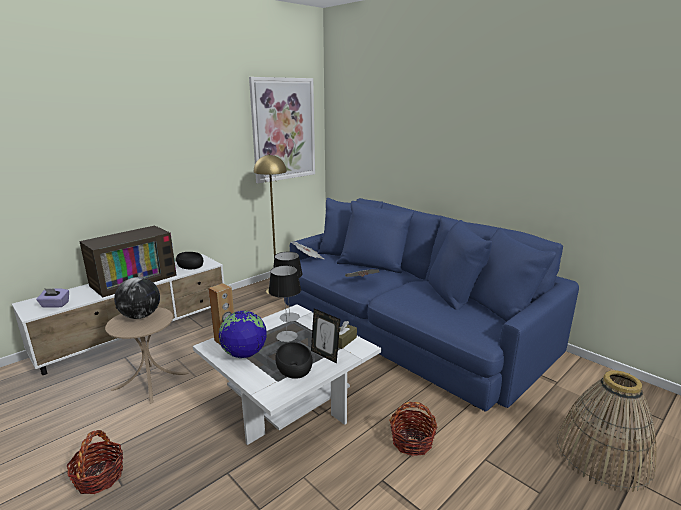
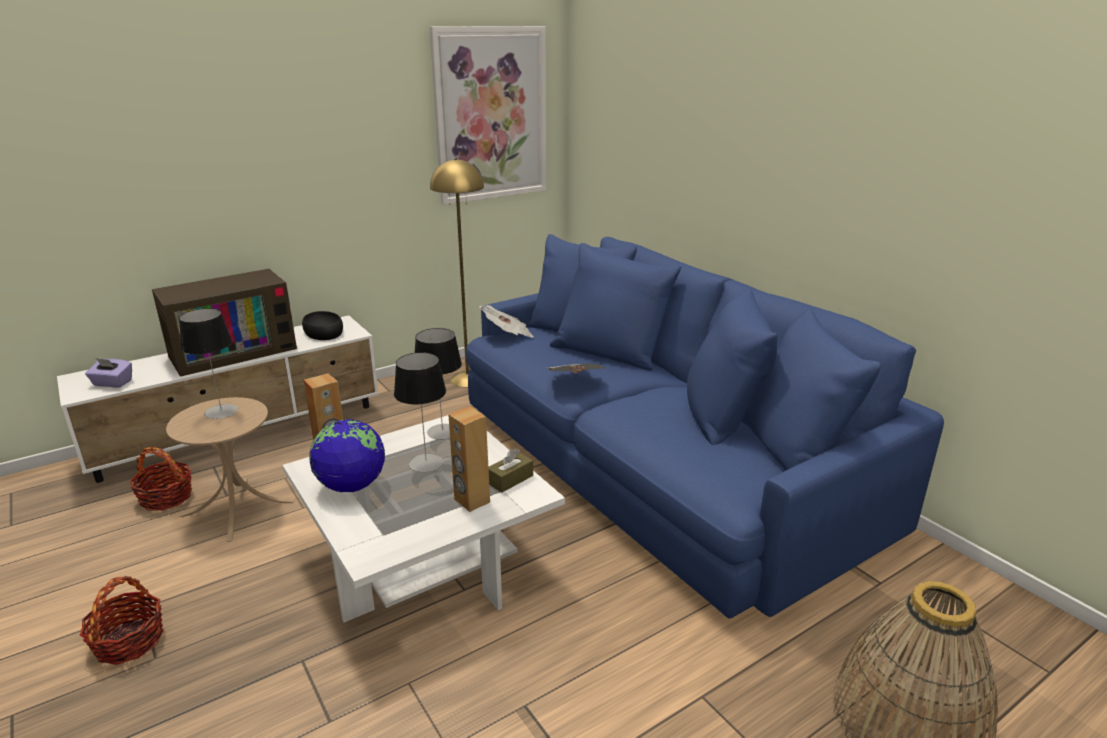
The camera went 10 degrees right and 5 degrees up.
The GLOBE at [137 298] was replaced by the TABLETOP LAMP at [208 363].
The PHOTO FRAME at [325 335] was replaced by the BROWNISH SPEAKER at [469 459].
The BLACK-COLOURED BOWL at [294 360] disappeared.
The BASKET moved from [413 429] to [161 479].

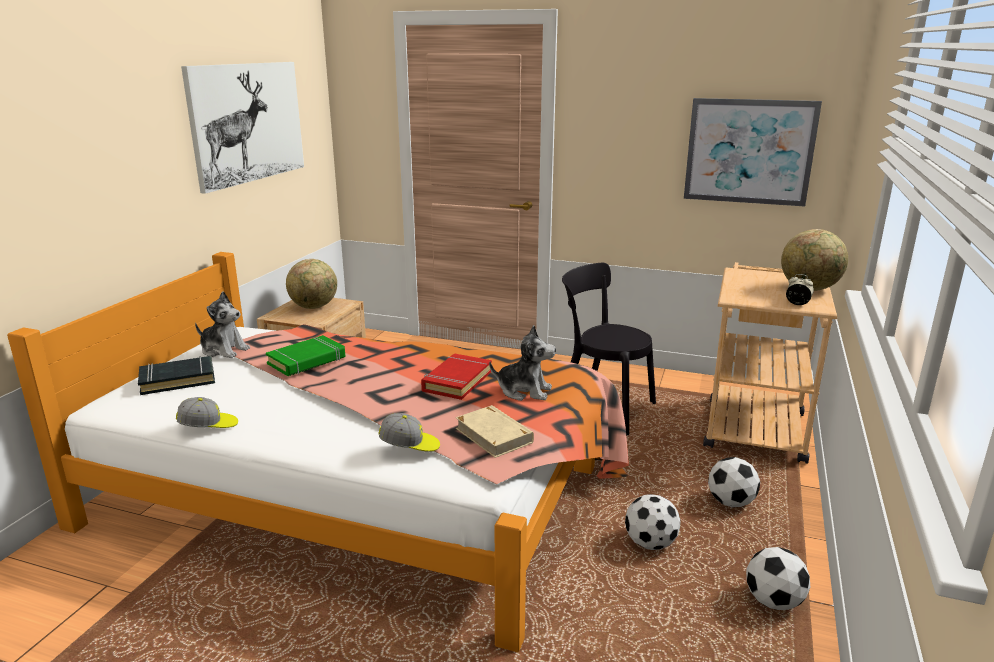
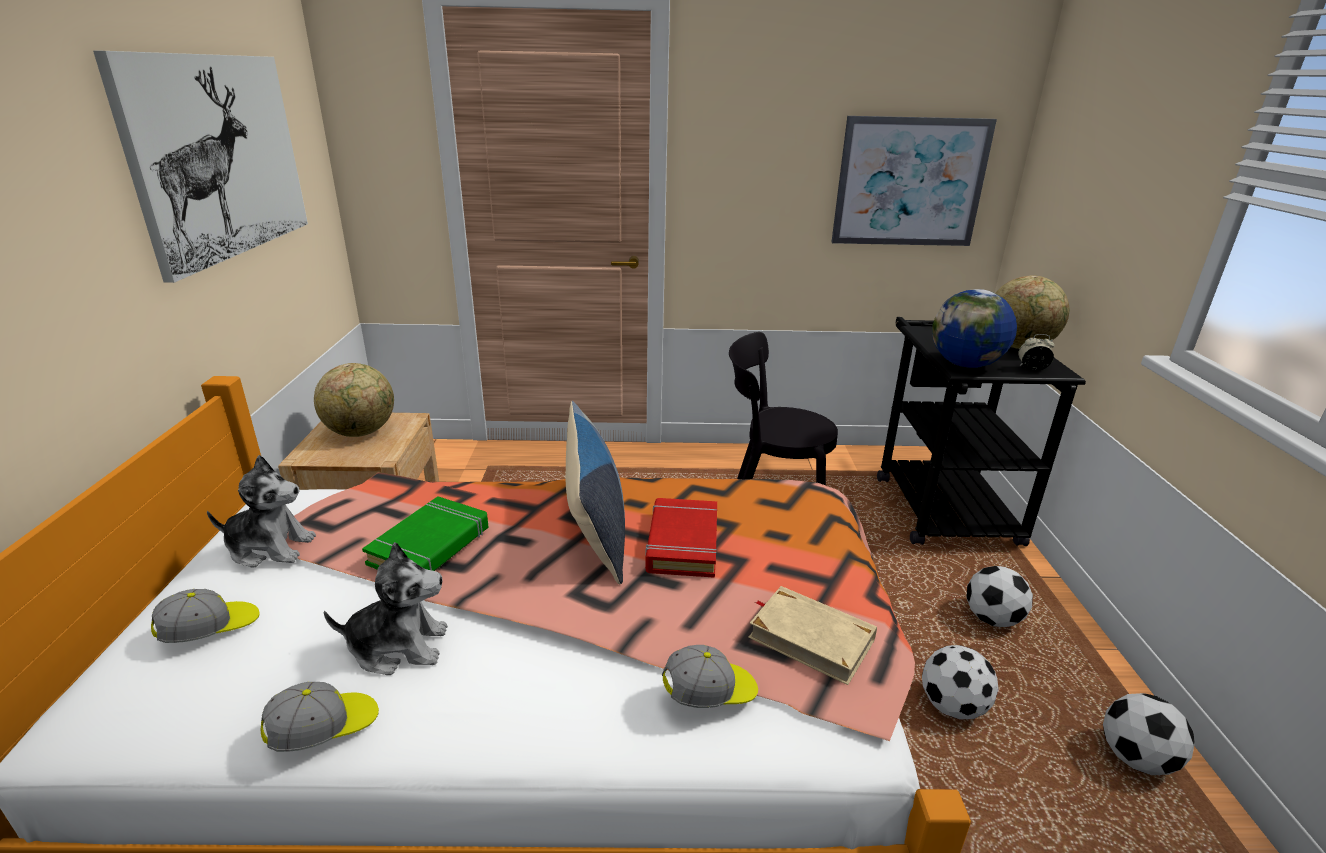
The camera went 20 degrees left and 5 degrees up.
The BEIGE TROLLEY at [770 363] became the BLACK-COLOURED TROLLEY at [981 431].
The CUDDLY TOY moved from [522 363] to [386 608].
The BLACK-COLOURED VOLUME at [176 375] was replaced by the PEAKED CAP at [205 616].
The GLOBE at [974 328] appeared.
The CUSHION at [595 492] appeared.

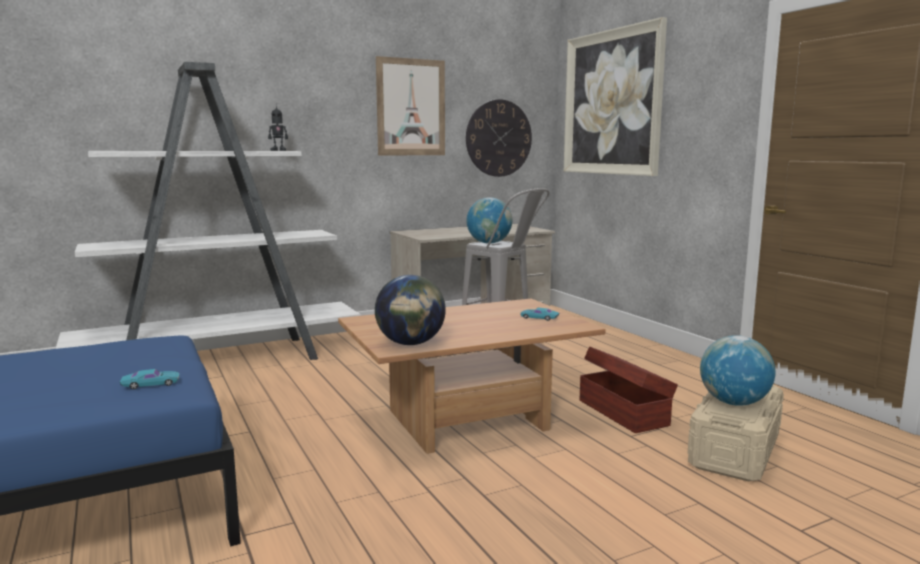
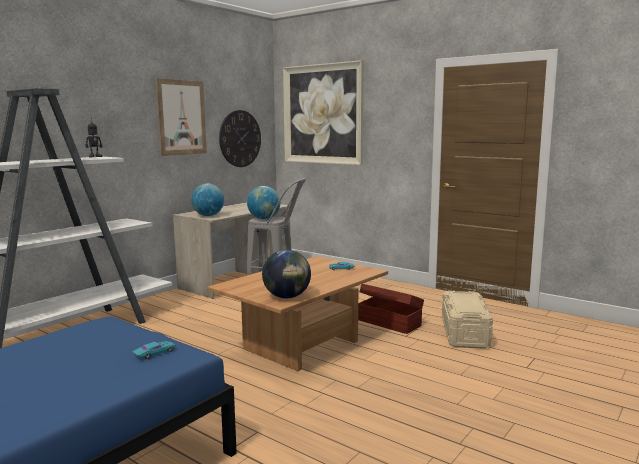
The camera went 25 degrees left and 0 degrees up.
The GLOBE moved from [737 370] to [207 199].

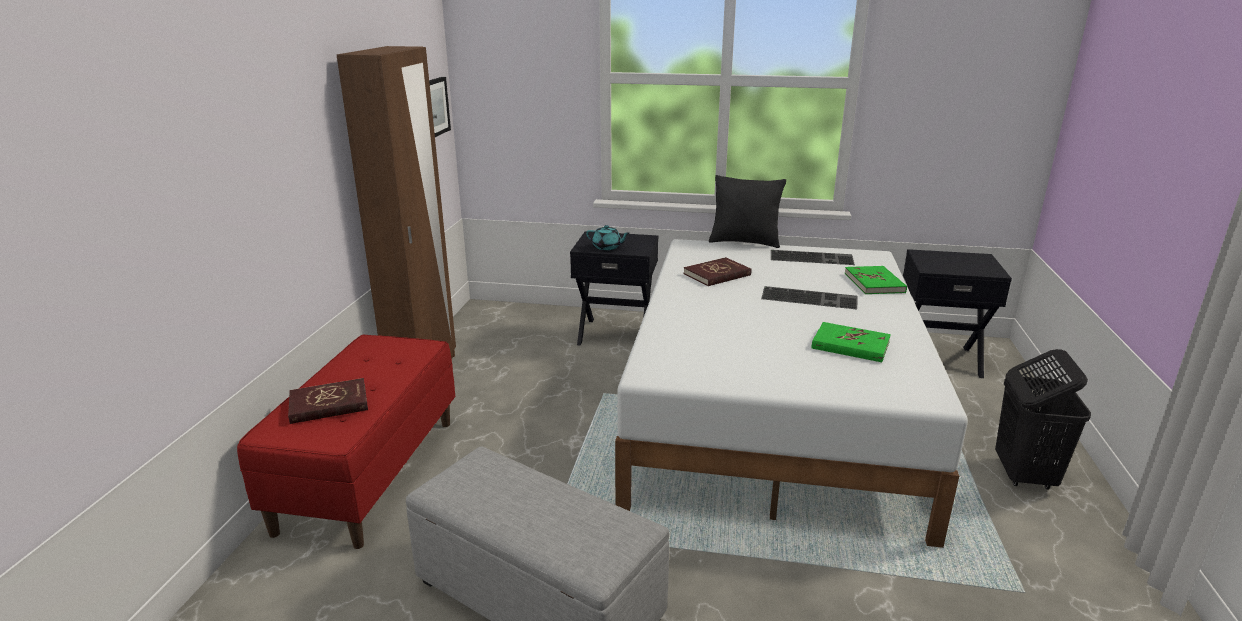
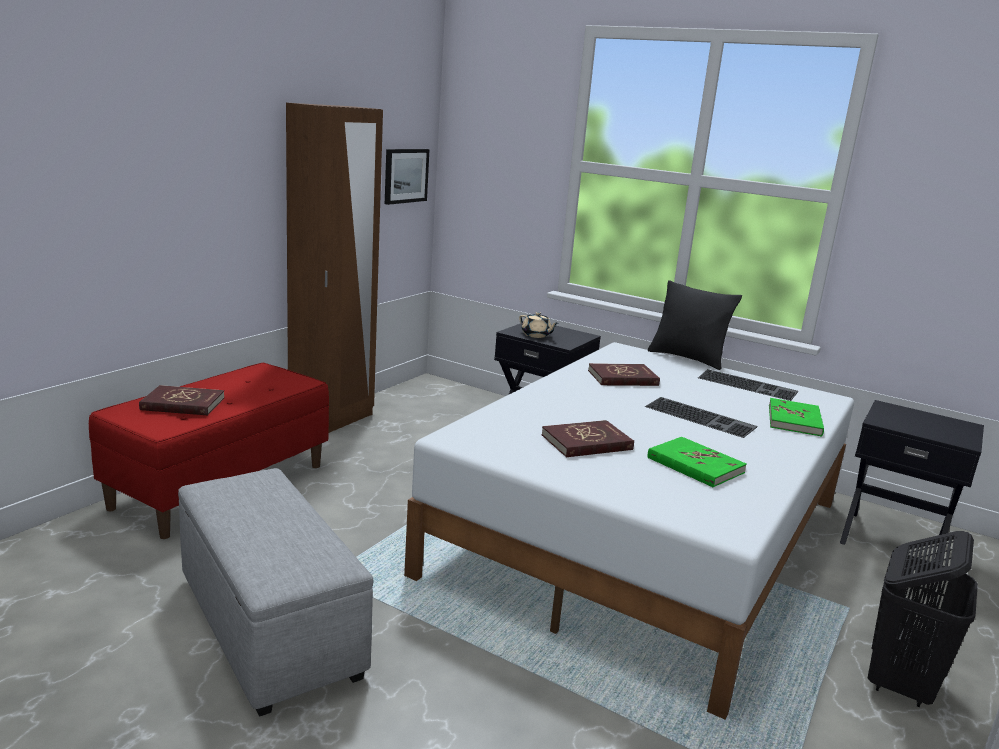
The camera went 20 degrees right and 5 degrees down.
The BLUE-GREEN TEA POT at [607 237] became the BEIGE TEA POT at [539 325].
The RED VOLUME at [588 438] appeared.

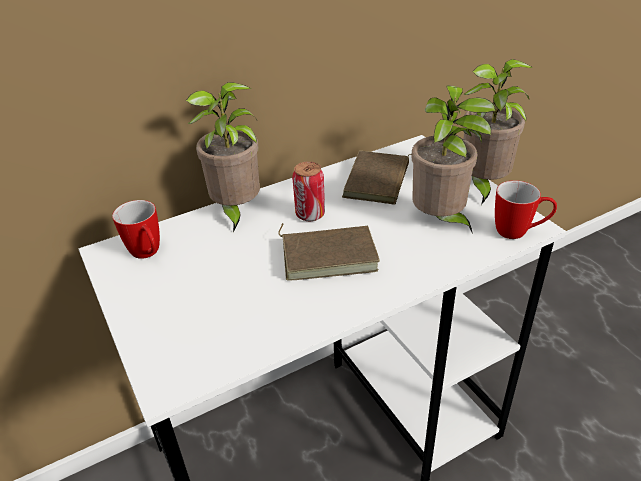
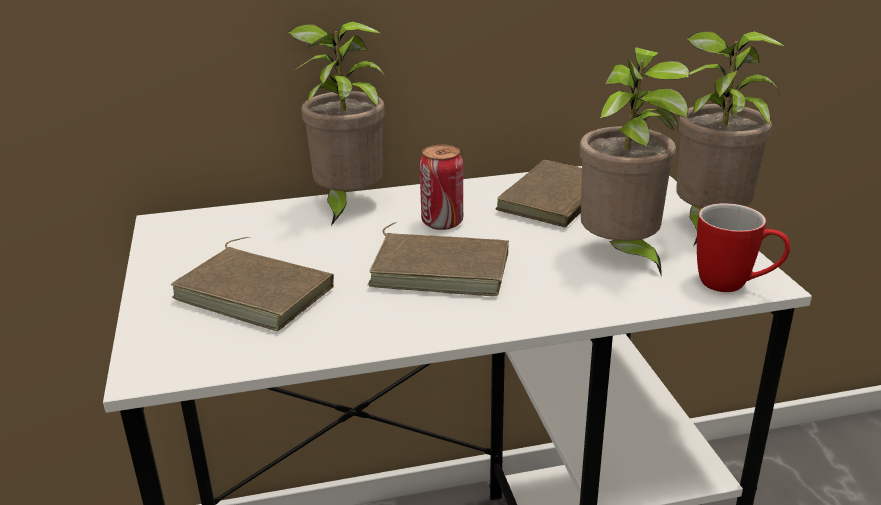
The camera went 15 degrees right and 10 degrees down.
The COFFEE MUG at [136 229] disappeared.
The BROWNISH VOLUME at [252 284] appeared.

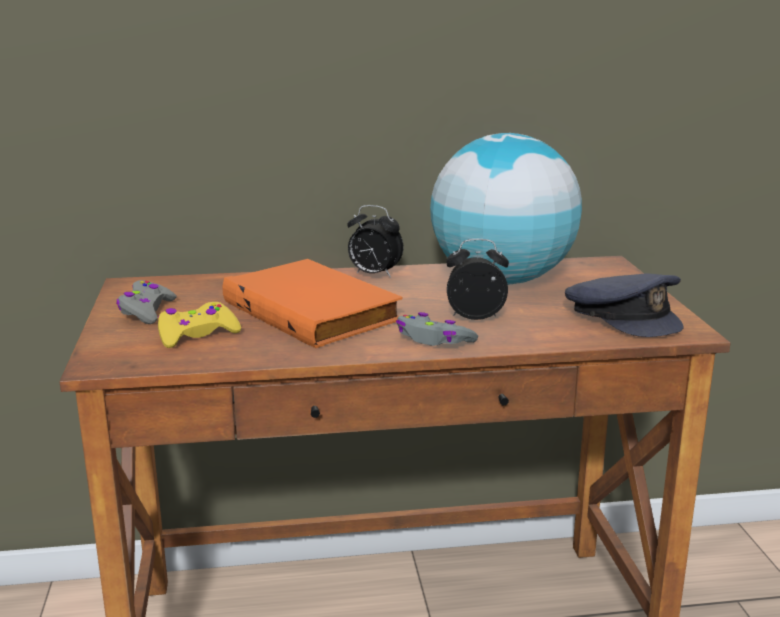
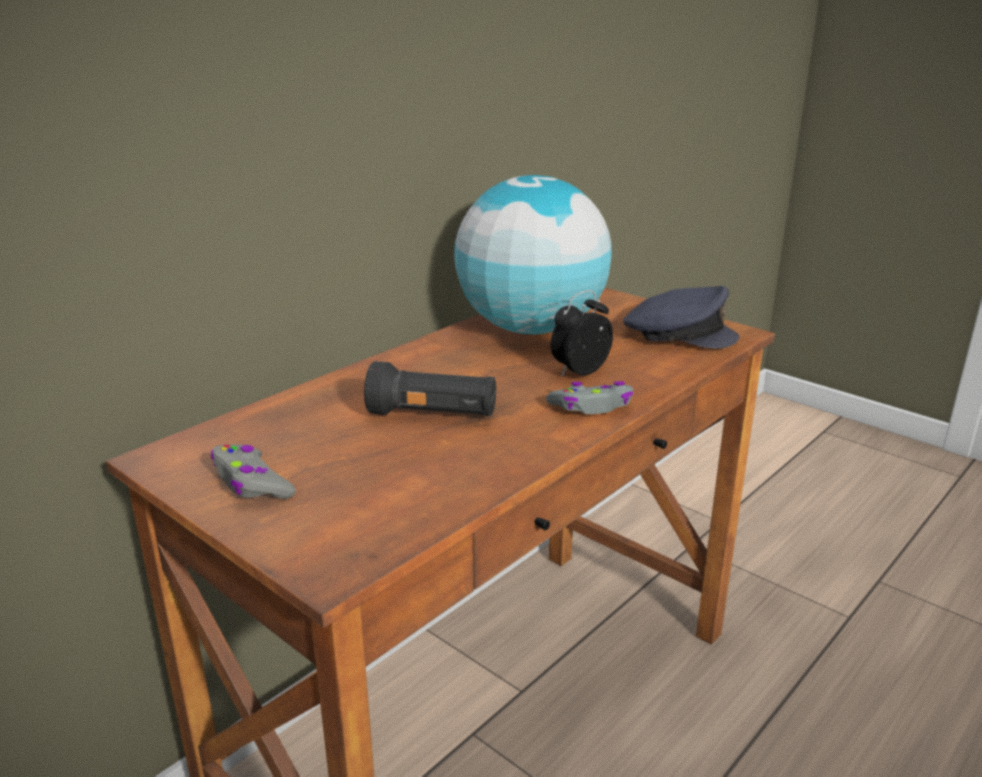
The camera went 40 degrees left and 5 degrees up.
The BEDSIDE CLOCK at [375 241] disappeared.
The ORANGE-COLOURED VOLUME at [312 303] was replaced by the BLACK-COLOURED HAND TORCH at [430 388].
The YELLOW-COLOURED GAME CONTROLLER at [199 325] disappeared.

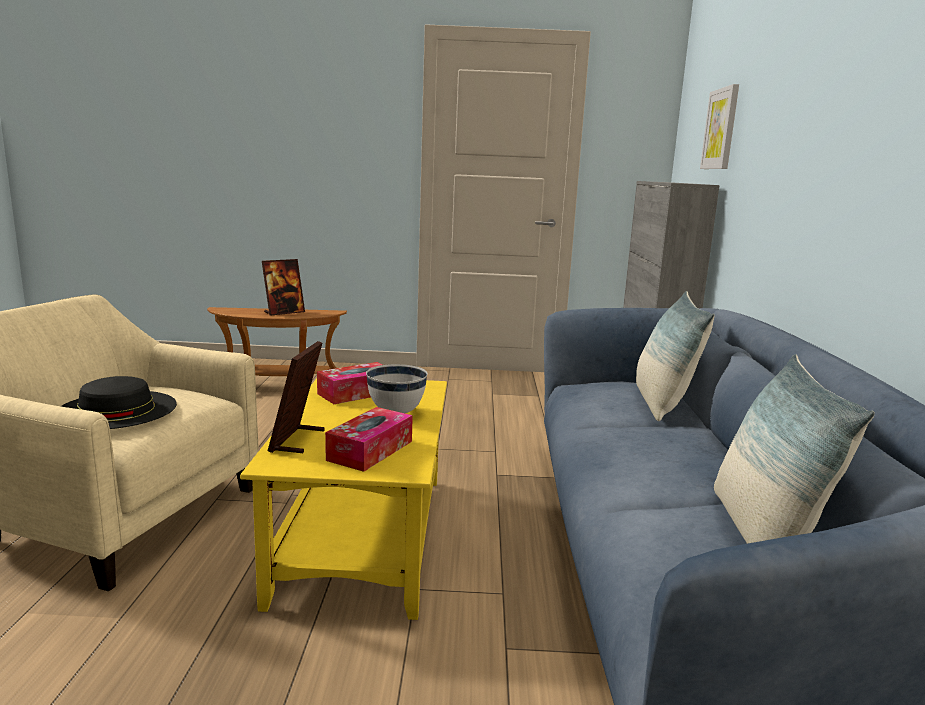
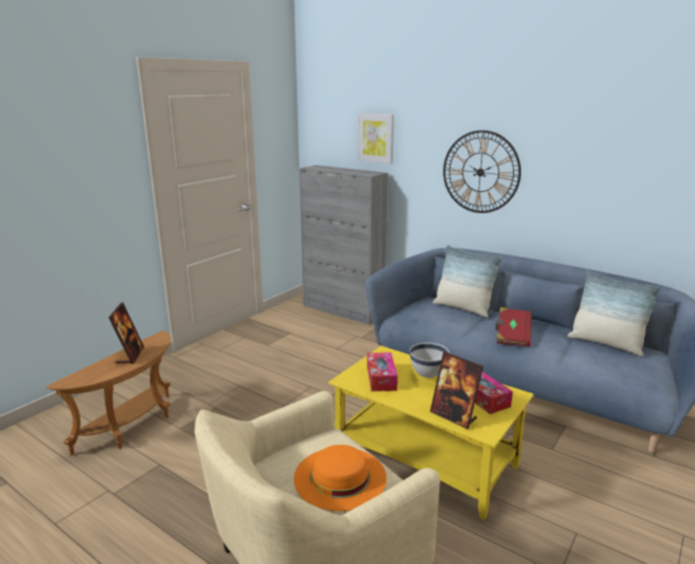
The camera went 55 degrees left and 5 degrees up.
The BLACK-COLOURED WEARABLE HAT at [119 402] became the ORANGE-COLOURED WEARABLE HAT at [340 478].
The HANGING CLOCK at [482 171] appeared.
The RED VOLUME at [513 327] appeared.

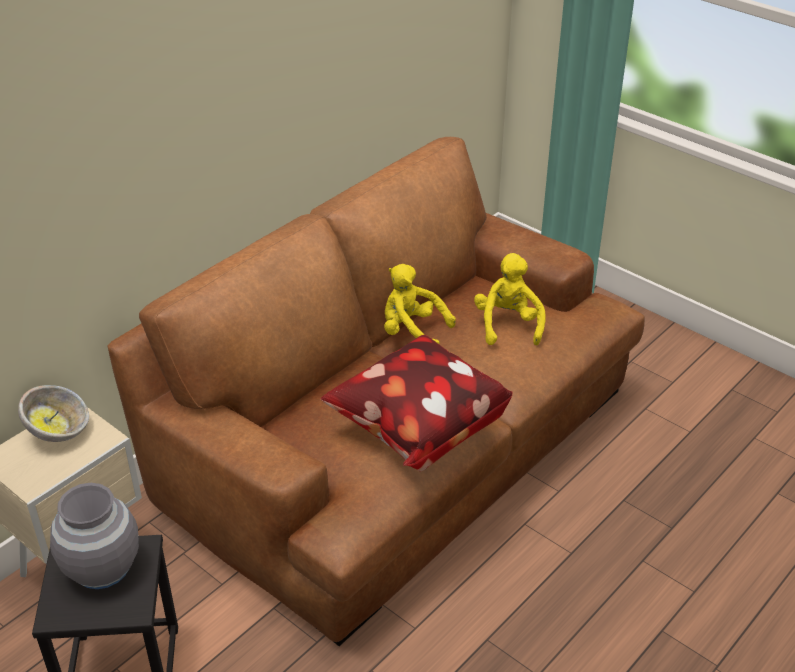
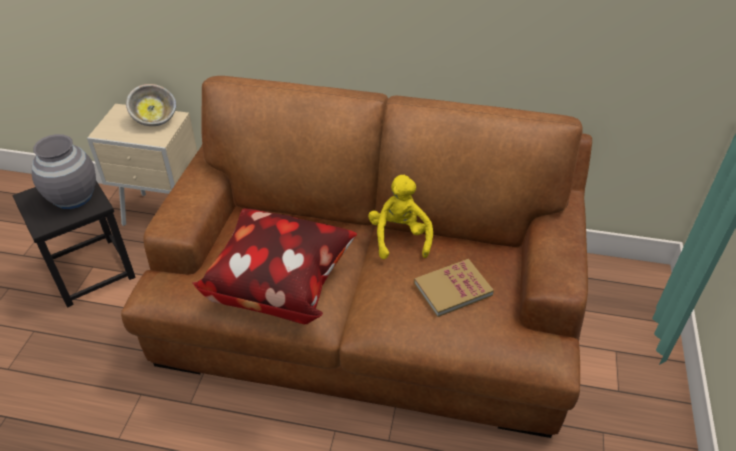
The camera went 60 degrees right and 5 degrees up.
The YELLOW-COLOURED CUDDLY TOY at [510 299] was replaced by the VOLUME at [454 288].

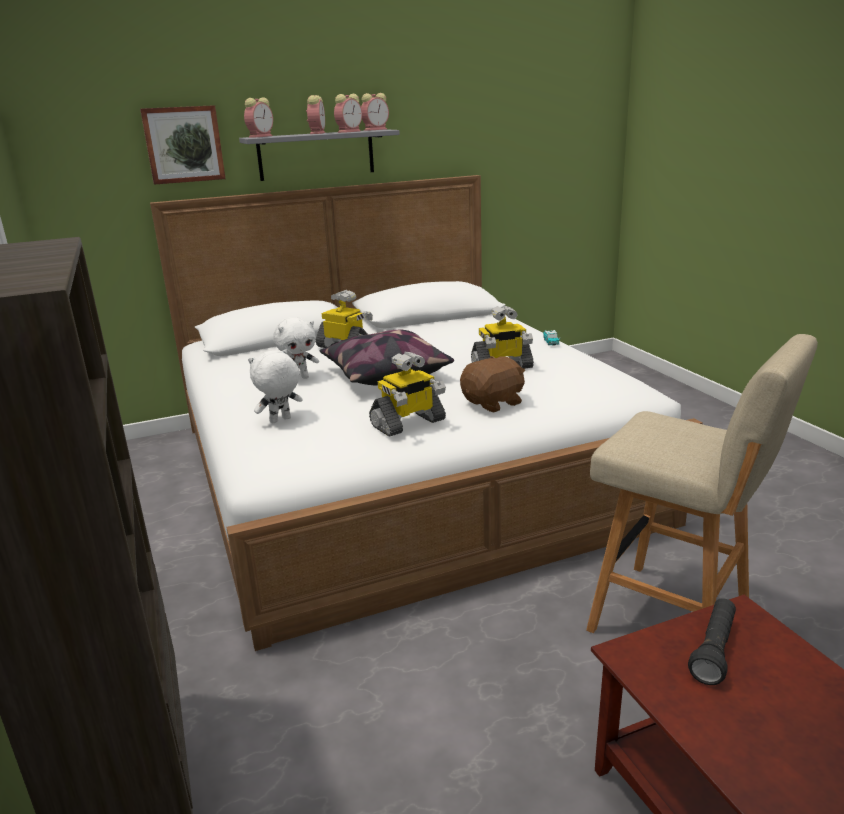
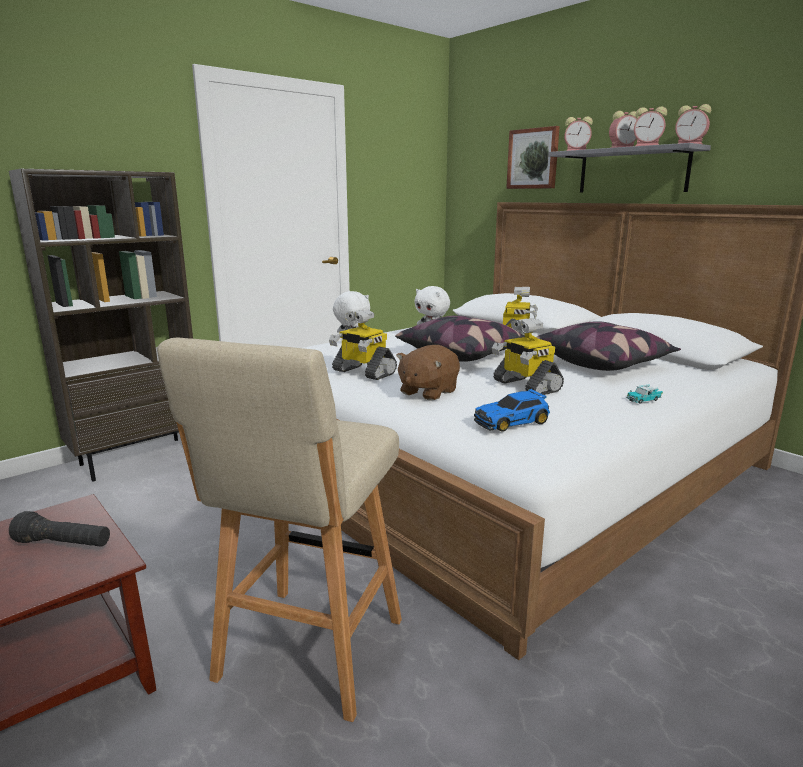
The camera went 70 degrees right and 5 degrees down.
The BROWNISH CUDDLY TOY at [492 384] turned 90 degrees clockwise.
The CUSHION at [609 346] appeared.
The TOY CAR at [512 410] appeared.

